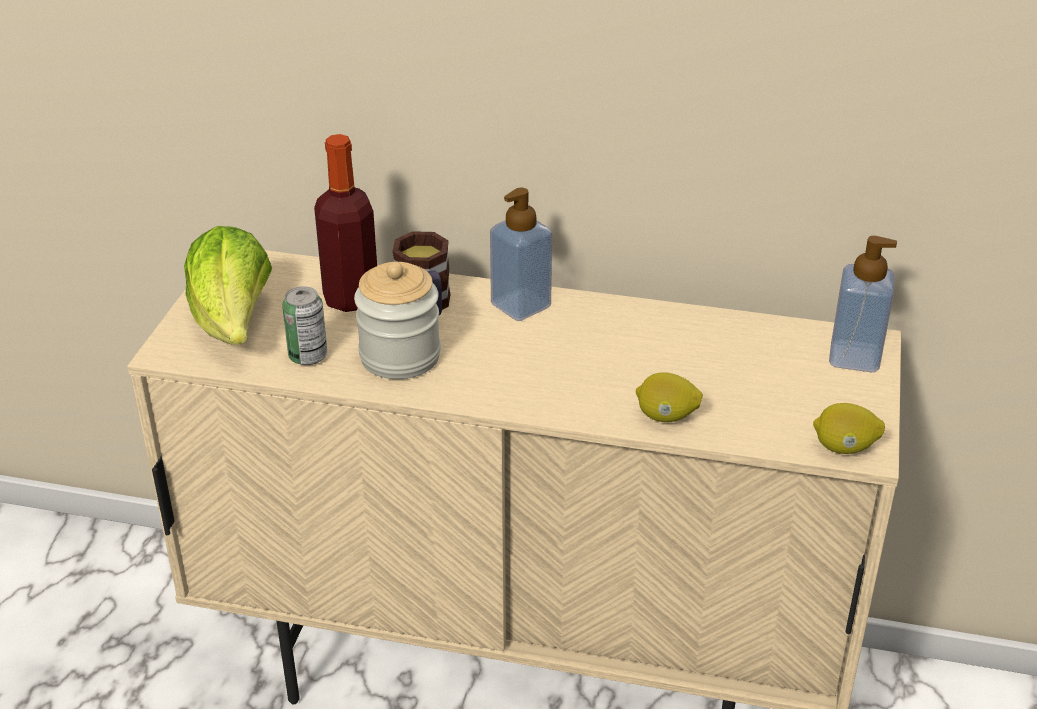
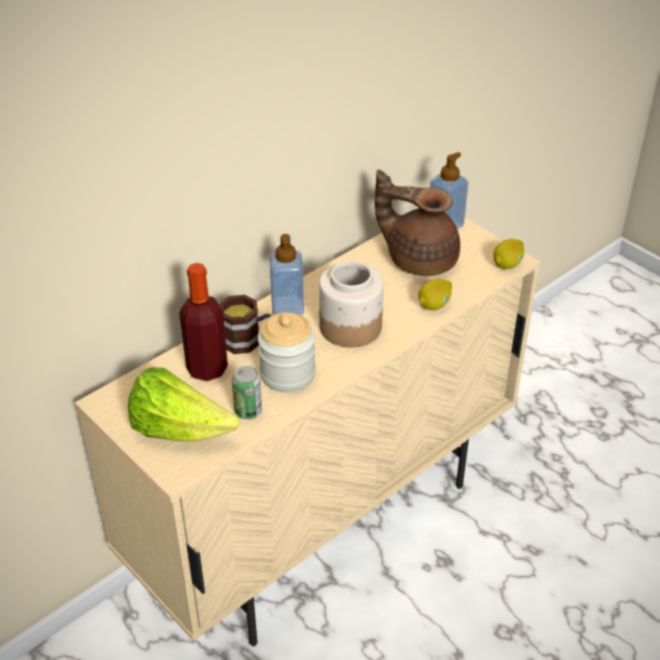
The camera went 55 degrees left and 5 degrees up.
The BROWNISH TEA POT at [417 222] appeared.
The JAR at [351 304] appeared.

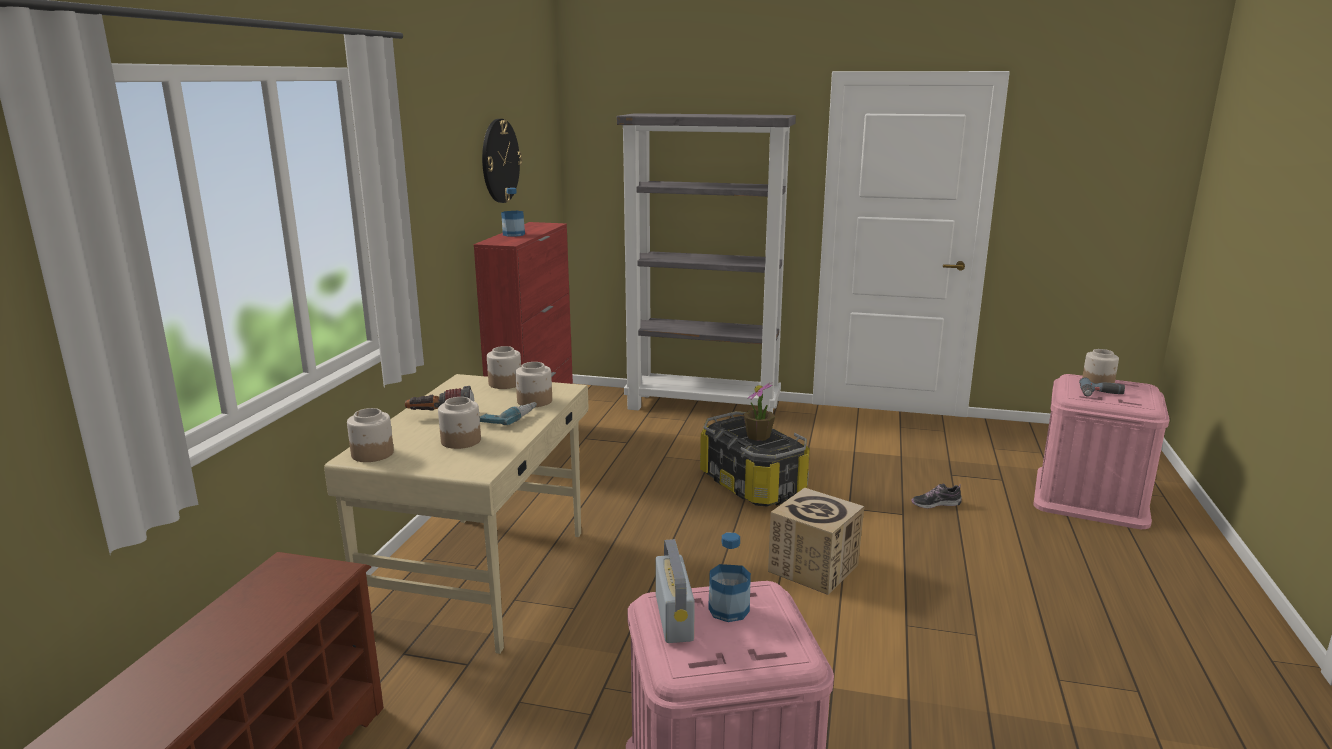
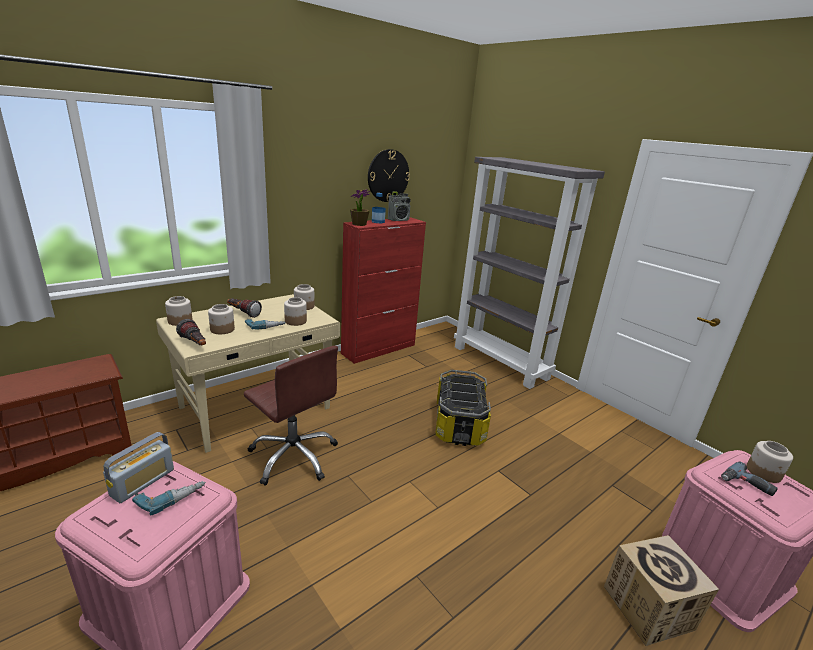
The camera went 35 degrees right and 5 degrees up.
The POTTED PLANT moved from [759 412] to [360 207].
The ITEM OF FOOTWEAR at [936 496] disappeared.
The CARDBOARD BOX moved from [816 541] to [661 590].
The BOTTLE at [729 577] was replaced by the ELECTRIC DRILL at [169 498].
The RADIO SET at [399 206] appeared.
The HAND TORCH at [191 332] appeared.
The BROWNISH COMPUTER CHAIR at [291 416] appeared.

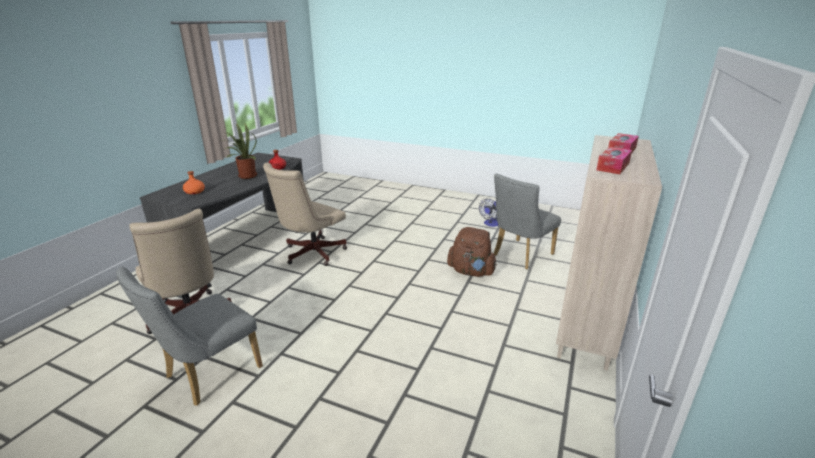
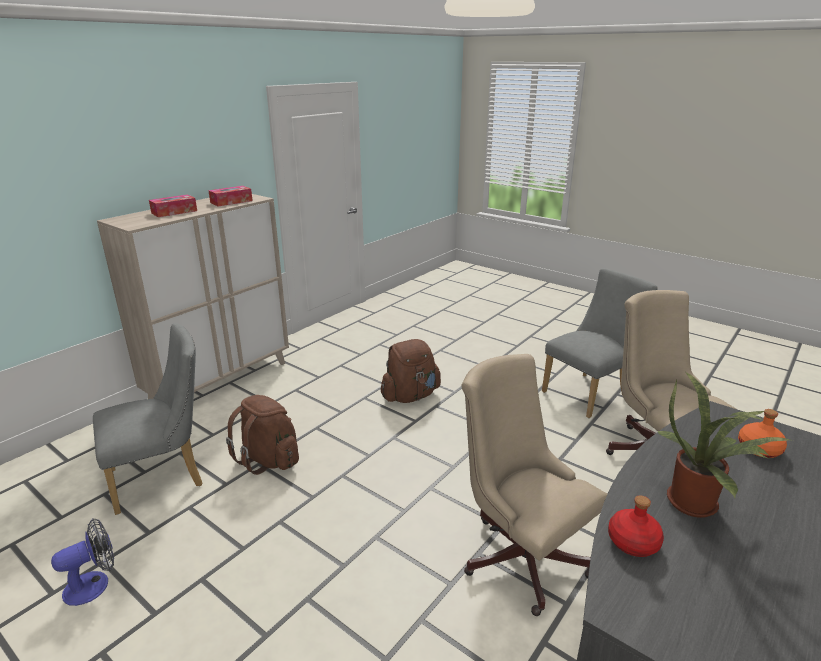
The camera went 165 degrees left and 0 degrees up.
The BEIGE COMPUTER CHAIR at [305 214] turned 90 degrees counterclockwise.
The BROWNISH KNAPSACK at [411 371] appeared.

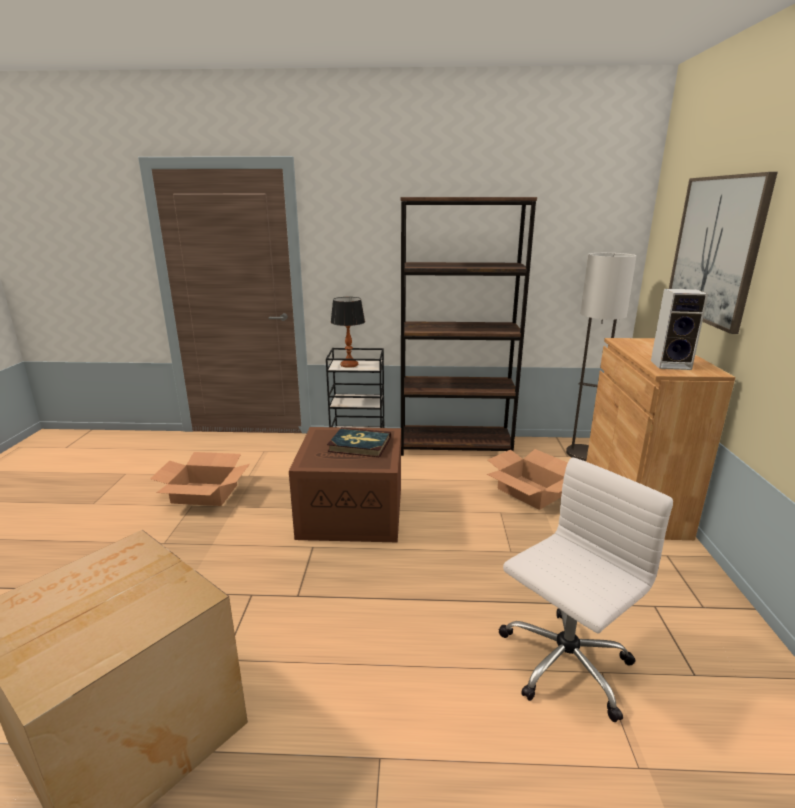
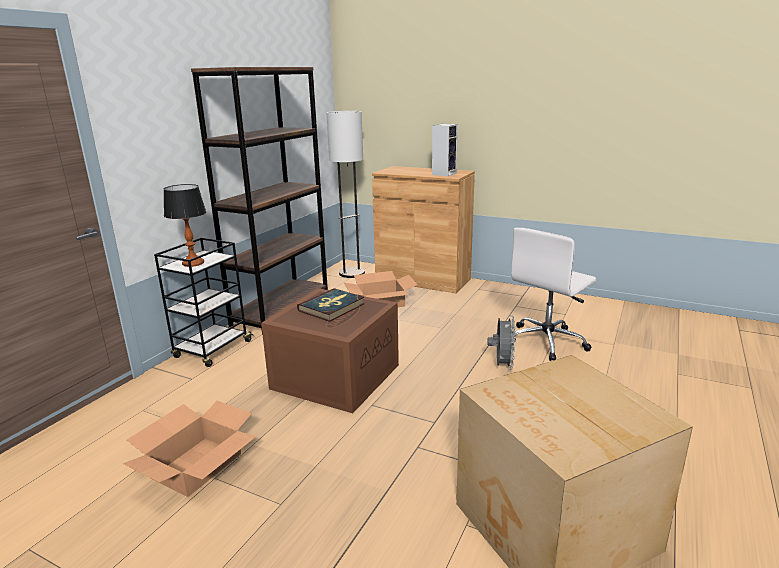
The camera went 65 degrees left and 0 degrees up.
The WALL ART at [723 253] disappeared.
The WHITE-COLOURED COMPUTER CHAIR at [586 589] turned 120 degrees counterclockwise.
The GREYISH FAN at [501 342] appeared.

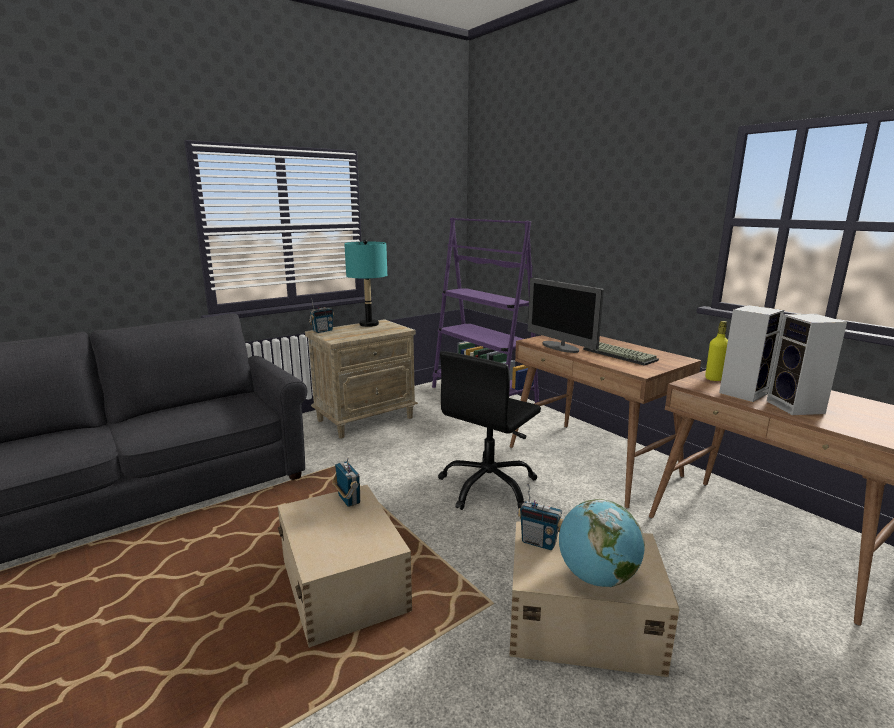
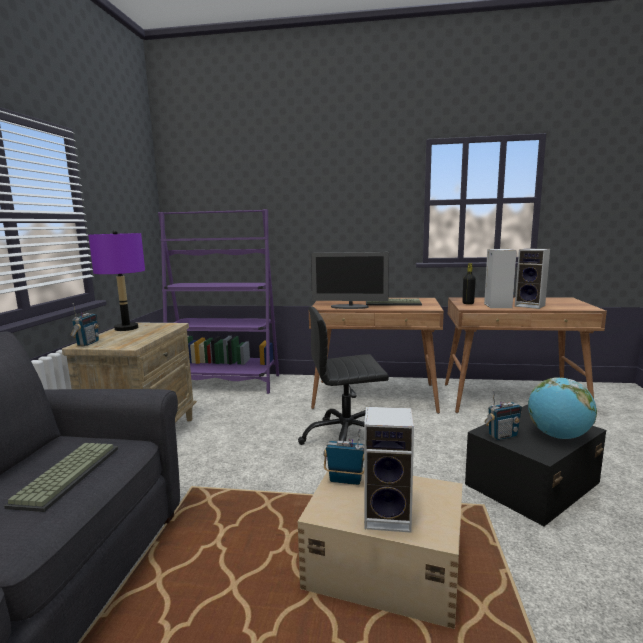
The camera went 45 degrees left and 5 degrees down.
The BLUE-GREEN TABLETOP LAMP at [365 283] became the PURPLE-COLOURED TABLETOP LAMP at [116 280].
The YELLOW-COLOURED BOTTLE at [716 351] became the BLACK-COLOURED BOTTLE at [469 283].
The BLACK-COLOURED COMPUTER CHAIR at [489 430] turned 90 degrees clockwise.
The BEIGE STORAGE CONTAINER at [594 599] became the BLACK-COLOURED STORAGE CONTAINER at [535 465].
The SPEAKER at [389 470] appeared.
The PC KEYBOARD at [61 477] appeared.

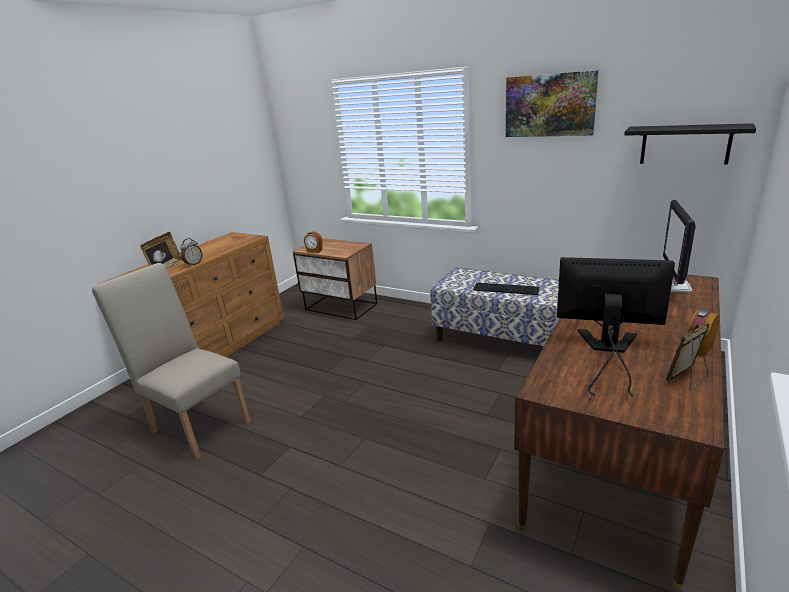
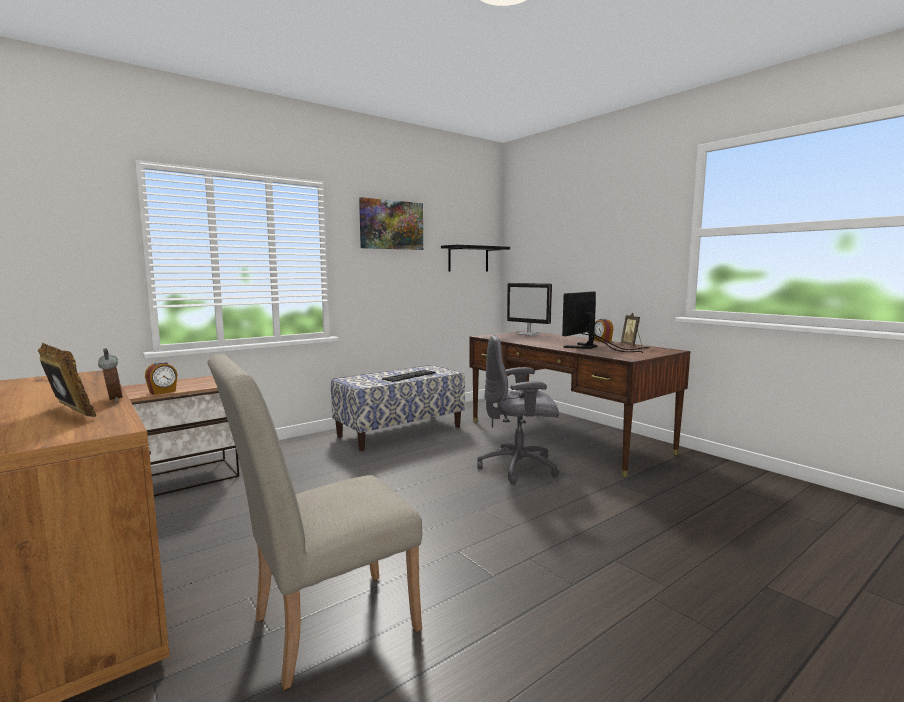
The camera went 70 degrees left and 15 degrees down.
The GREYISH COMPUTER CHAIR at [518 409] appeared.

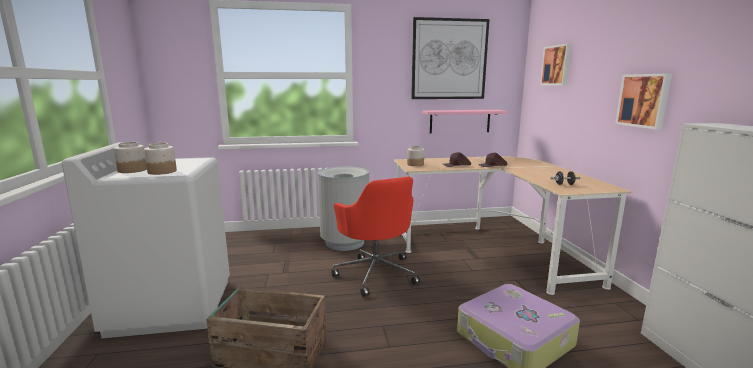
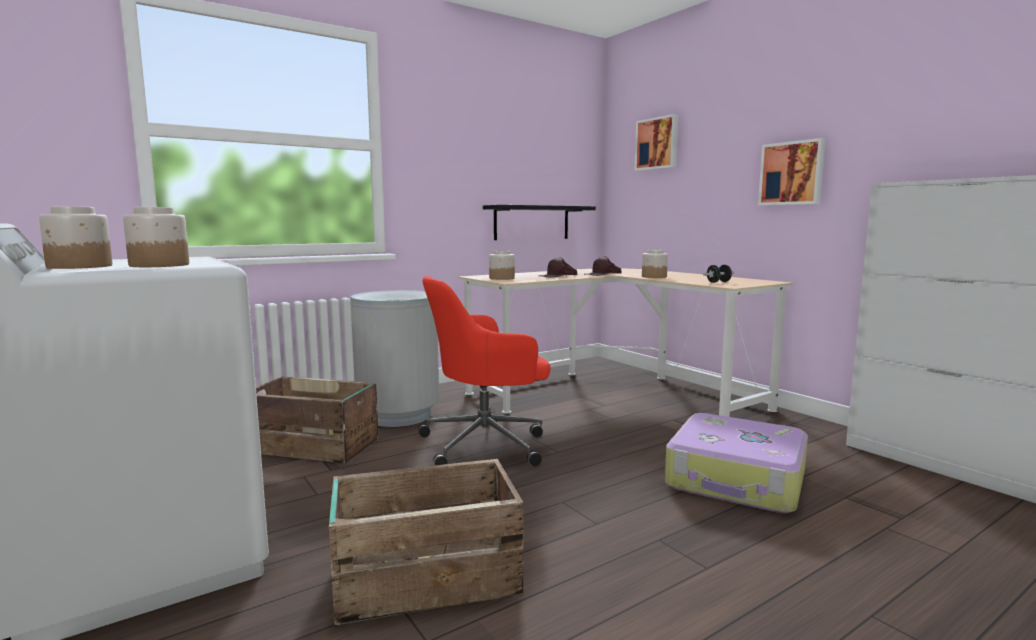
The camera went 25 degrees left and 5 degrees down.
The WALL ART at [450 58] disappeared.
The PINKISH SHELF at [465 122] became the BLACK-COLOURED SHELF at [539 222].
The RED COMPUTER CHAIR at [375 236] turned 120 degrees clockwise.
The JAR at [655 264] appeared.
The CRATE at [317 419] appeared.

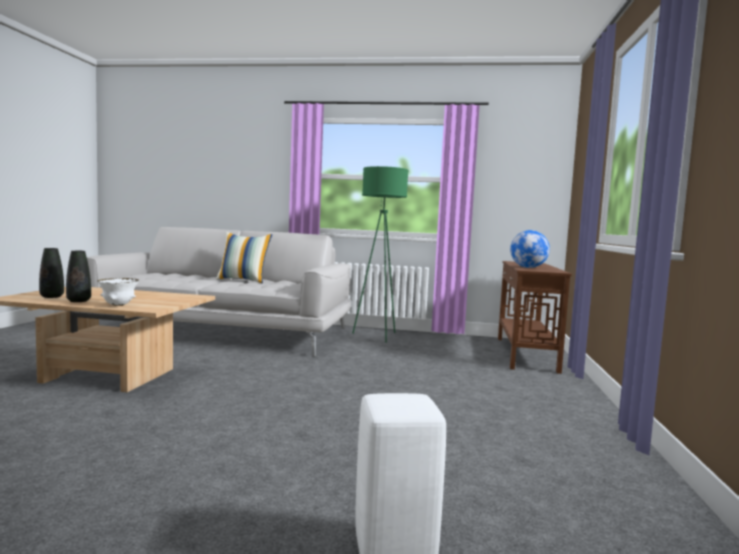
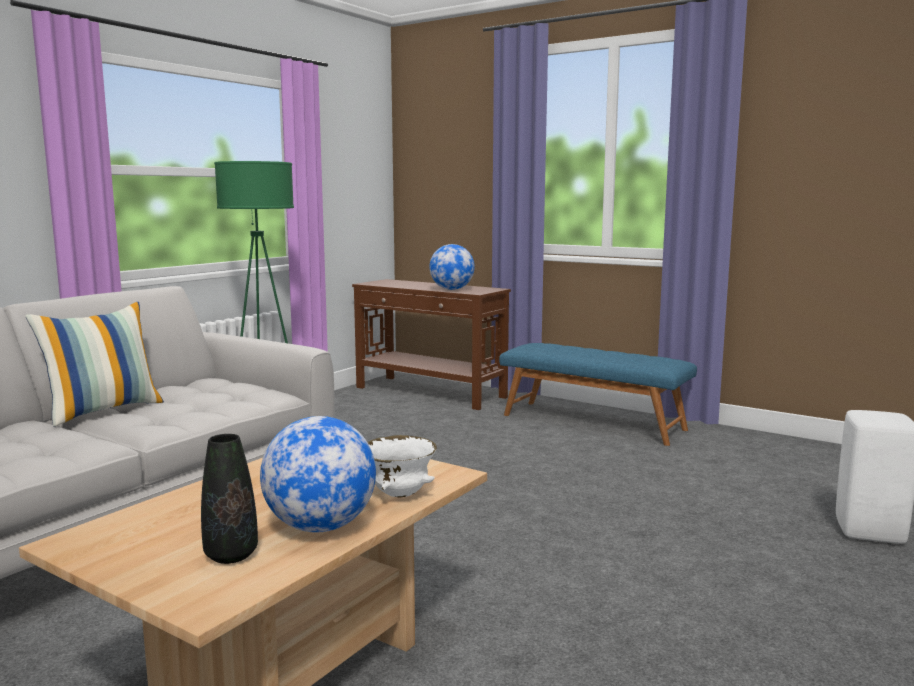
The camera went 65 degrees left and 5 degrees up.
The BLACK-COLOURED VASE at [78 276] was replaced by the GLOBE at [318 474].
The BLUISH BENCH at [598 394] appeared.

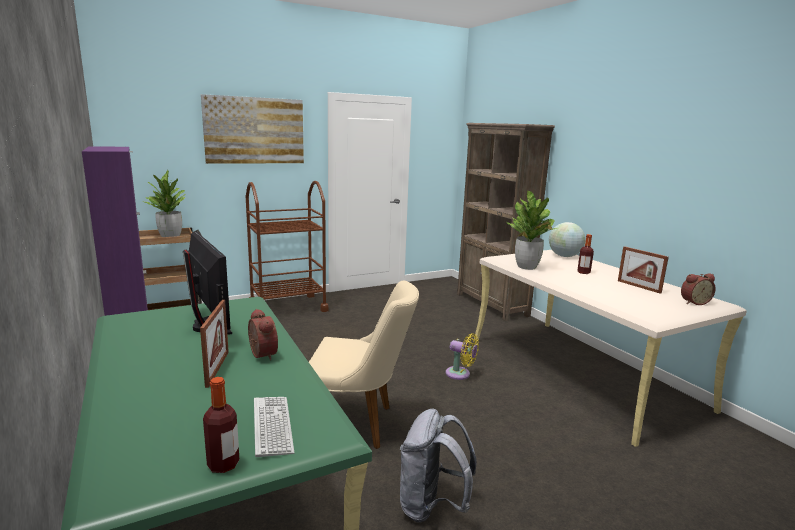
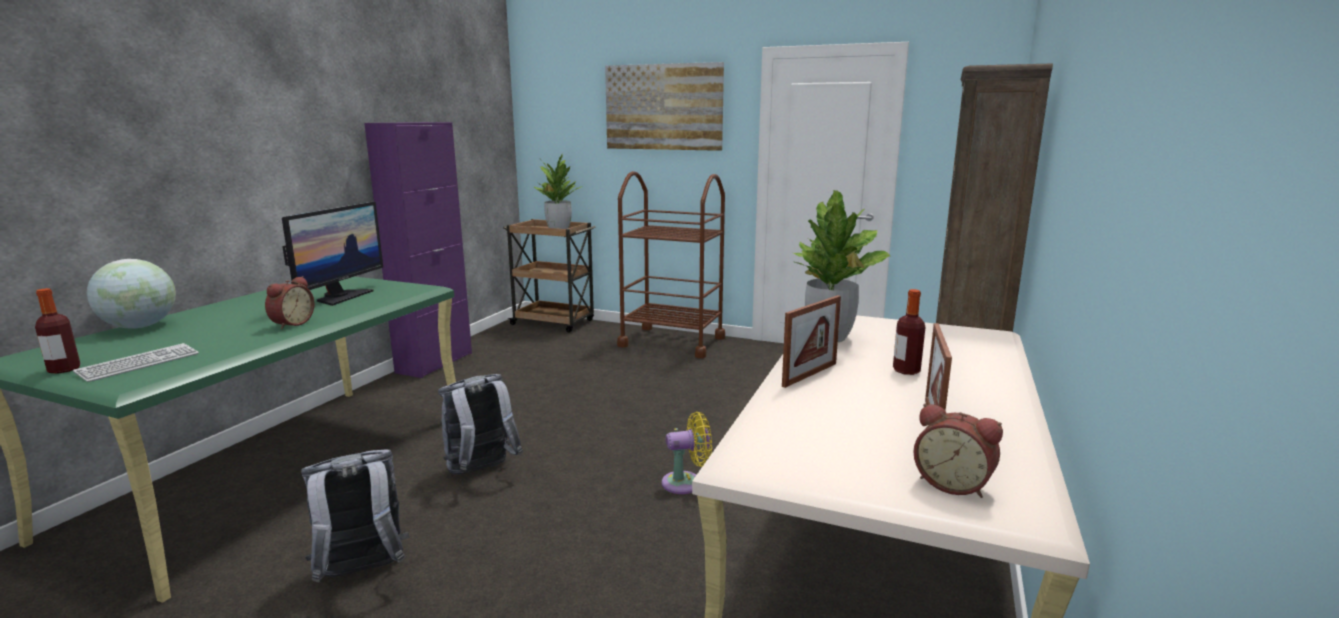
The camera went 50 degrees right and 0 degrees up.
The GLOBE moved from [567 239] to [131 294].
The BEIGE PLAIN CHAIR at [364 365] was replaced by the GREYISH KNAPSACK at [480 424].
The PHOTO FRAME moved from [214 344] to [811 341].
The YELLOW-COLOURED FAN at [462 356] turned 90 degrees counterclockwise.

